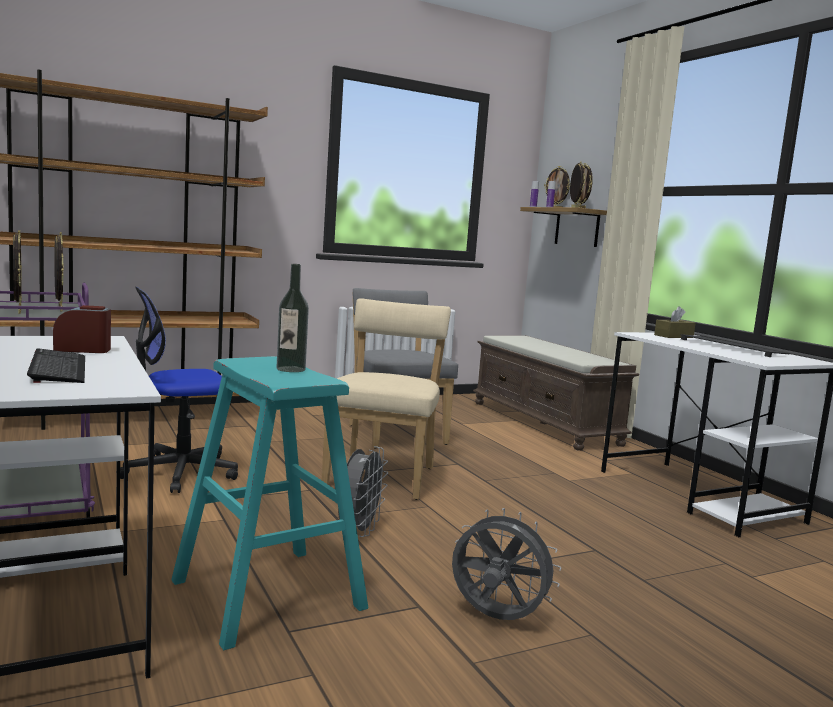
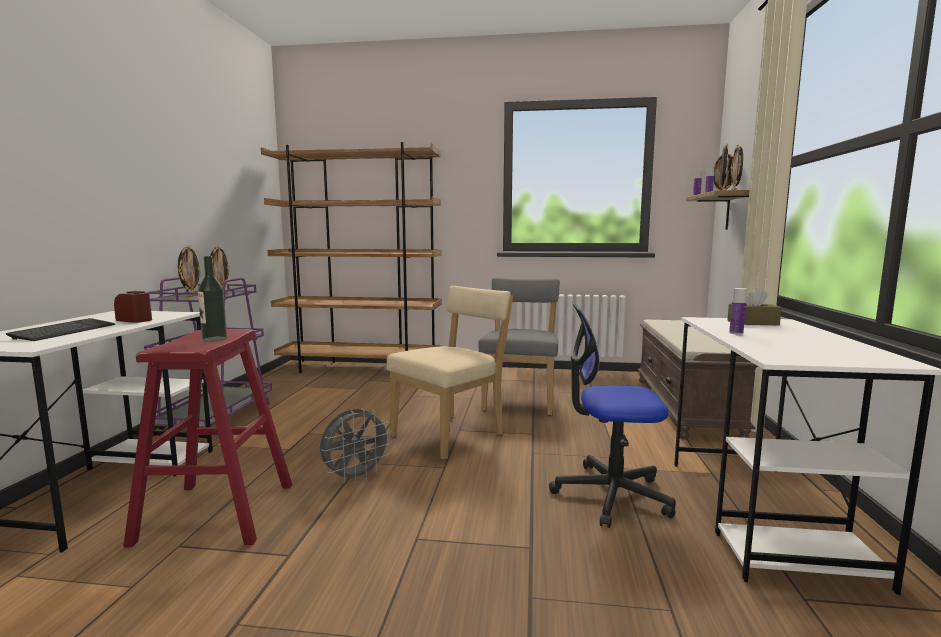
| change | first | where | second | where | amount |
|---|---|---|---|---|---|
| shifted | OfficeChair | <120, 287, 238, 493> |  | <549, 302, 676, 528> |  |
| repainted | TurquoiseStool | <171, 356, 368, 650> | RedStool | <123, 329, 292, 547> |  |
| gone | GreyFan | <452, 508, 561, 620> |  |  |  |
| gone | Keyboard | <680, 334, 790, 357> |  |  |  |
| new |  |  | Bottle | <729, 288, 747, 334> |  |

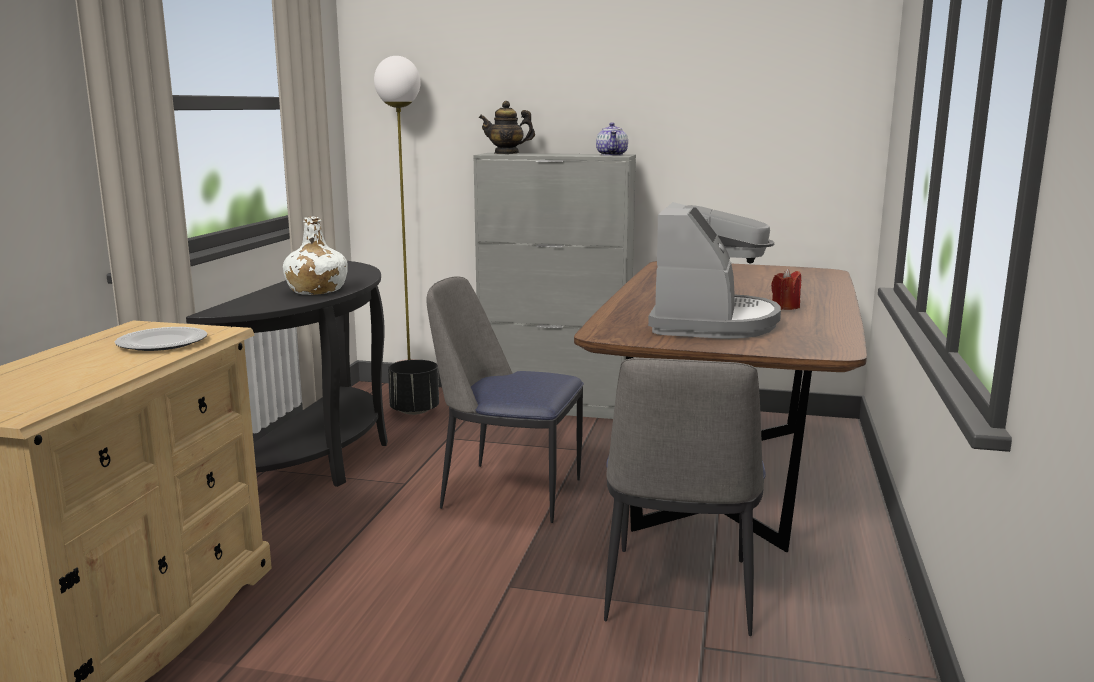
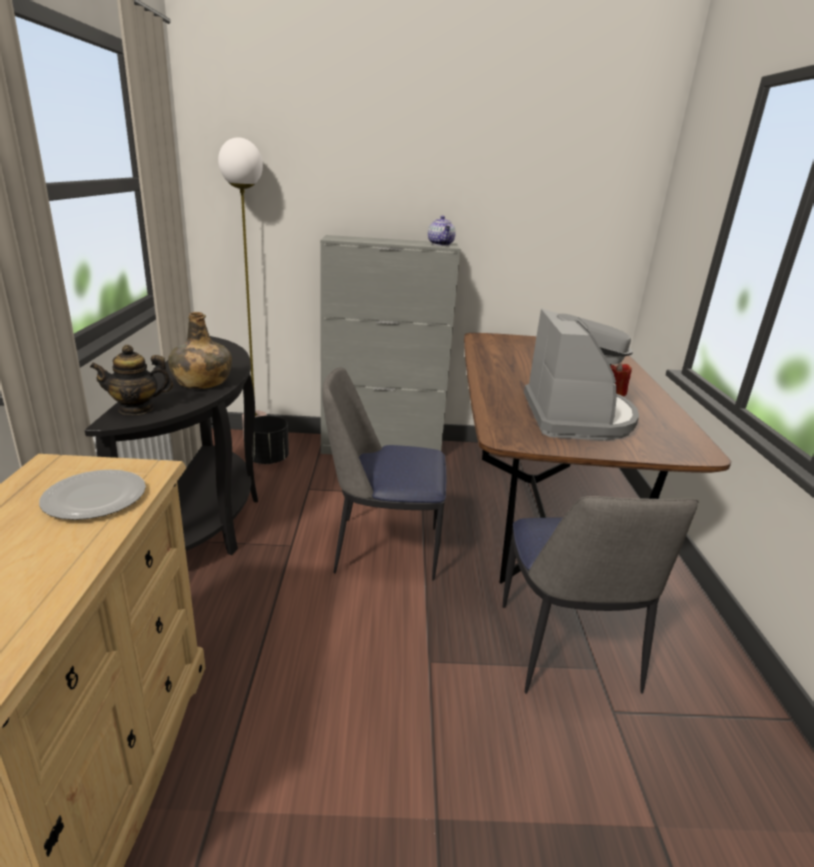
| change | first | where | second | where | amount |
|---|---|---|---|---|---|
| repainted | WhiteBottle | <283, 217, 348, 295> | GreenBottle | <168, 312, 232, 389> |  |
| shifted | Teapot | <479, 101, 535, 154> |  | <90, 345, 173, 415> |  |

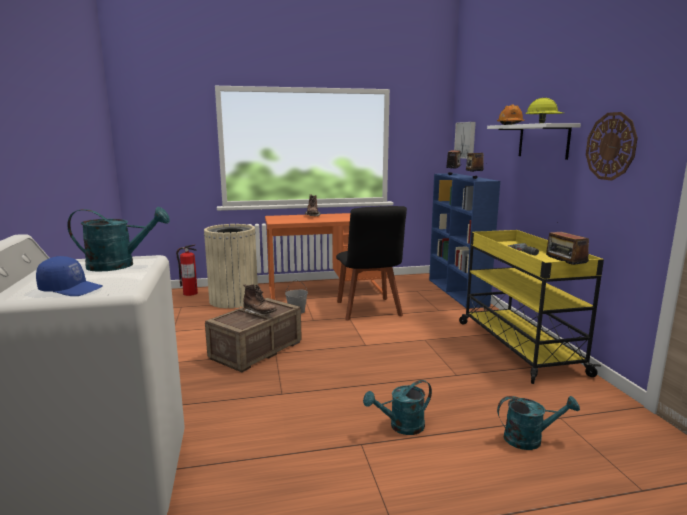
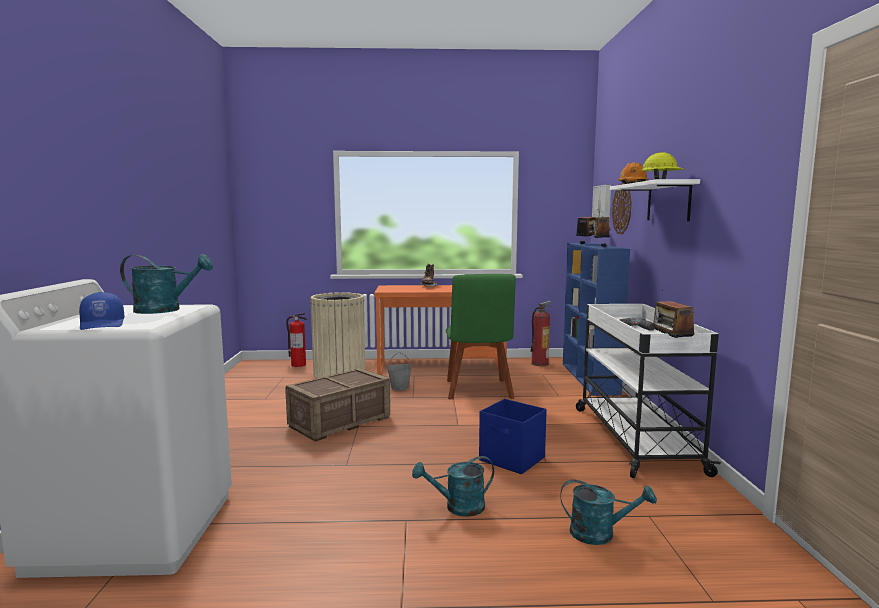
| change | first | where | second | where | amount |
|---|---|---|---|---|---|
| rotated | BlueCap | <36, 256, 103, 296> |  | <79, 292, 124, 330> | 45 degrees clockwise |
| gone | BrownBoot | <243, 284, 277, 315> |  |  |  |
| repainted | BlackChair | <336, 206, 407, 320> | GreenChair | <446, 274, 516, 400> |  |
| repainted | YellowCart | <459, 230, 604, 384> | WhiteCart | <576, 304, 721, 478> |  |
| shifted | WallClock | <586, 112, 638, 181> |  | <612, 183, 632, 234> |  |
| new |  |  | BlueStorageBox | <479, 399, 547, 474> |  |
| new |  |  | FireExtinguisher | <530, 301, 552, 366> |  |

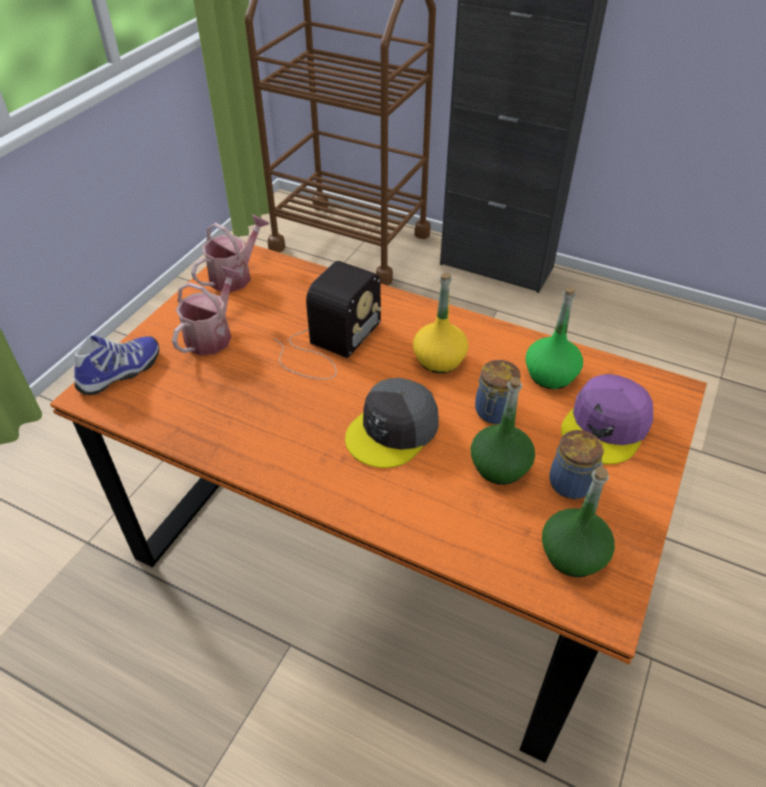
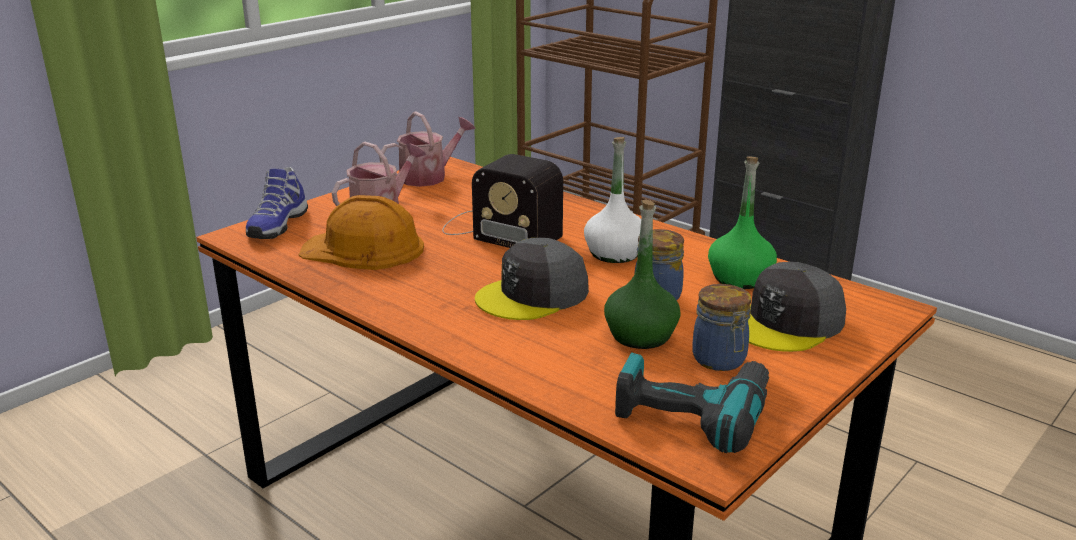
| change | first | where | second | where | amount |
|---|---|---|---|---|---|
| rotated | Shoe | <74, 335, 159, 395> |  | <246, 167, 308, 239> | 135 degrees clockwise |
| rotated | Radio | <273, 261, 381, 379> |  | <442, 154, 563, 248> | 75 degrees clockwise |
| repainted | YellowBottle | <413, 273, 468, 373> | WhiteBottle | <584, 137, 641, 263> |  |
| swapped | GreenBottle | <542, 467, 615, 577> | PowerDrill | <615, 352, 769, 453> |  |
| repainted | PurpleCap | <561, 374, 653, 464> | GreyCap | <748, 262, 846, 352> |  |
| new |  |  | OrangeHardHat | <298, 195, 424, 270> |  |

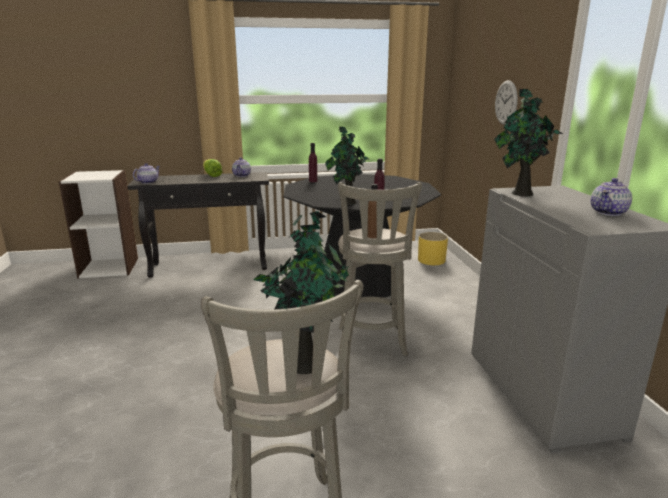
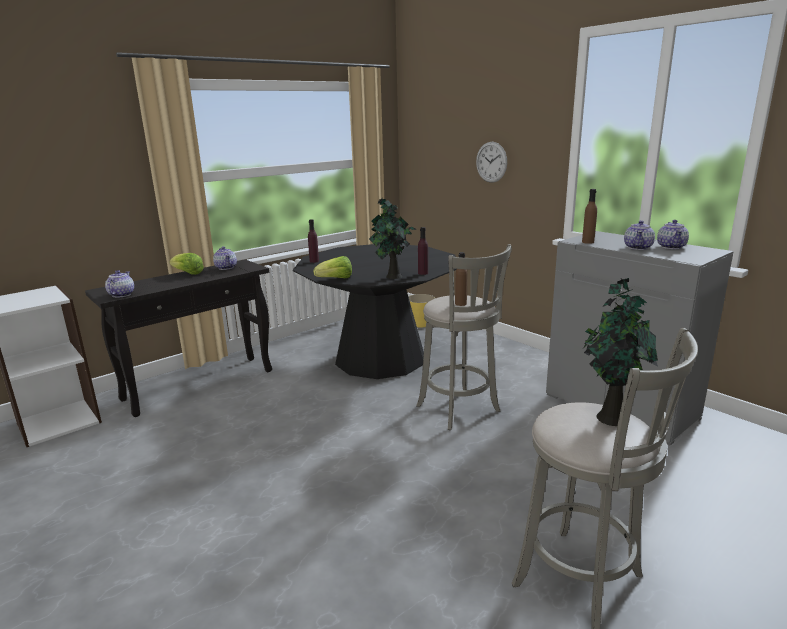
| change | first | where | second | where | amount |
|---|---|---|---|---|---|
| swapped | PottedPlant | <494, 89, 563, 196> | BrownBottle | <582, 189, 597, 244> |  |
| new |  |  | Lettuce | <313, 256, 352, 278> |  |
| new |  |  | Teapot | <624, 220, 655, 250> |  |

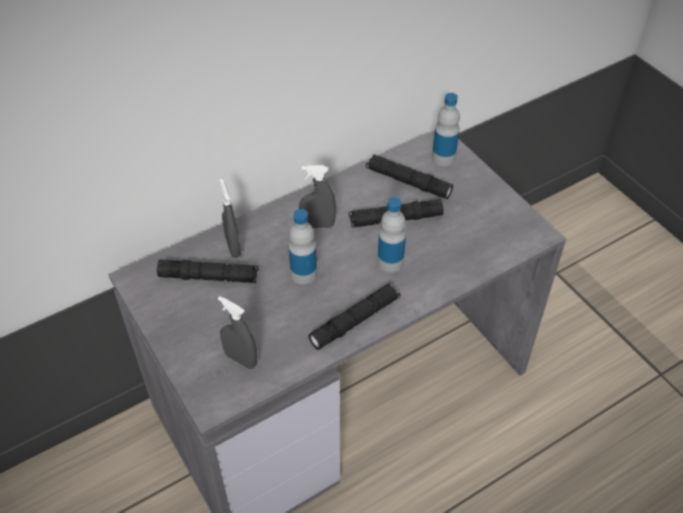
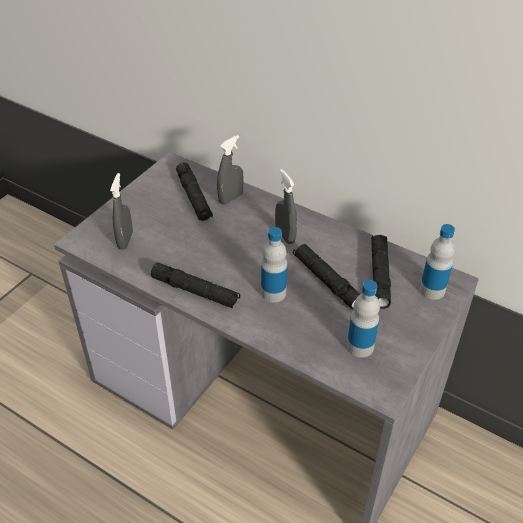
| change | first | where | second | where | amount |
|---|---|---|---|---|---|
| shifted | Bottle | <288, 209, 317, 284> |  | <347, 280, 380, 358> |  |

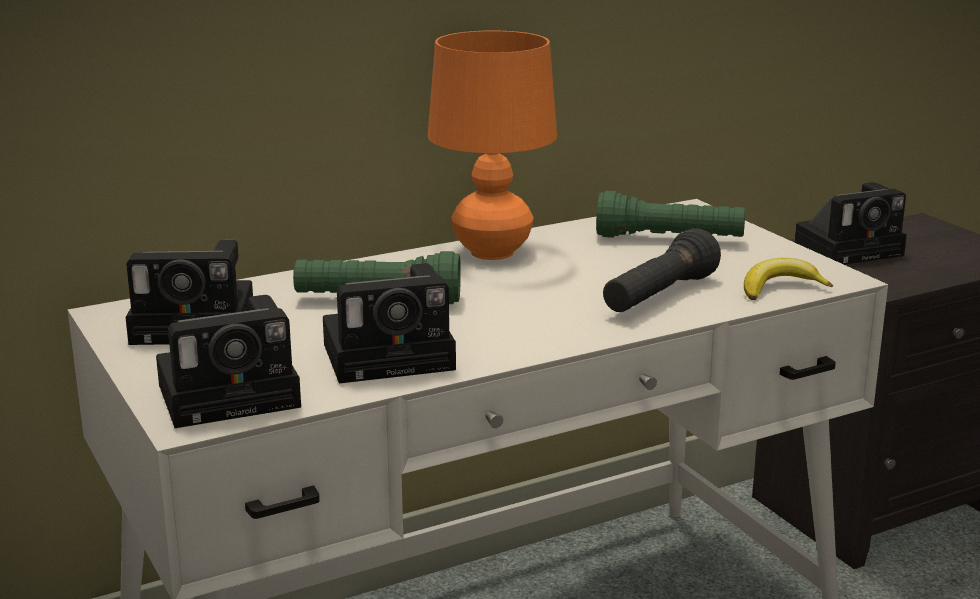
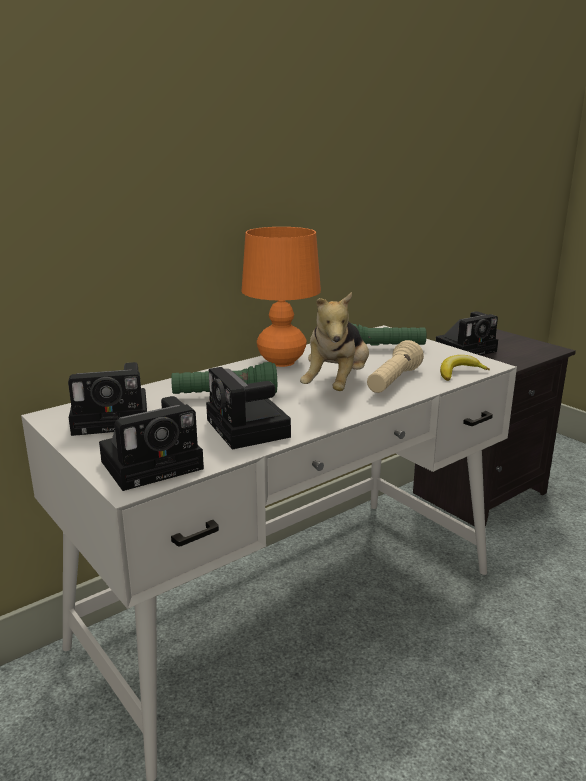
| change | first | where | second | where | amount |
|---|---|---|---|---|---|
| rotated | PhotoCamera | <323, 263, 456, 383> |  | <206, 367, 291, 450> | 90 degrees clockwise |
| repainted | BlackFlashlight | <603, 228, 721, 312> | BeigeFlashlight | <367, 340, 424, 393> |  |
| new |  |  | PlushToy | <300, 292, 369, 391> |  |

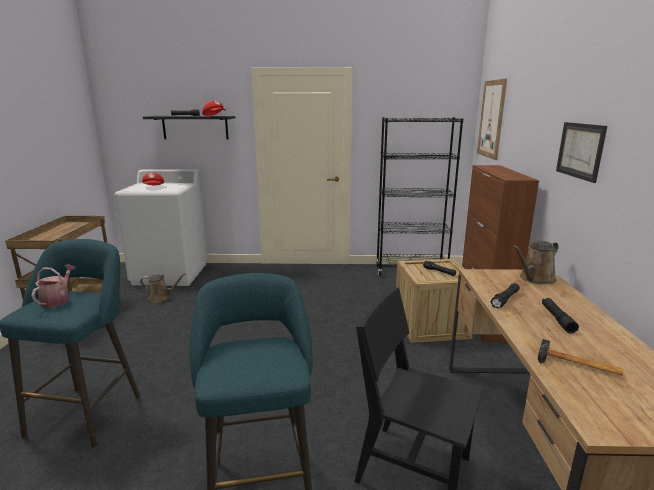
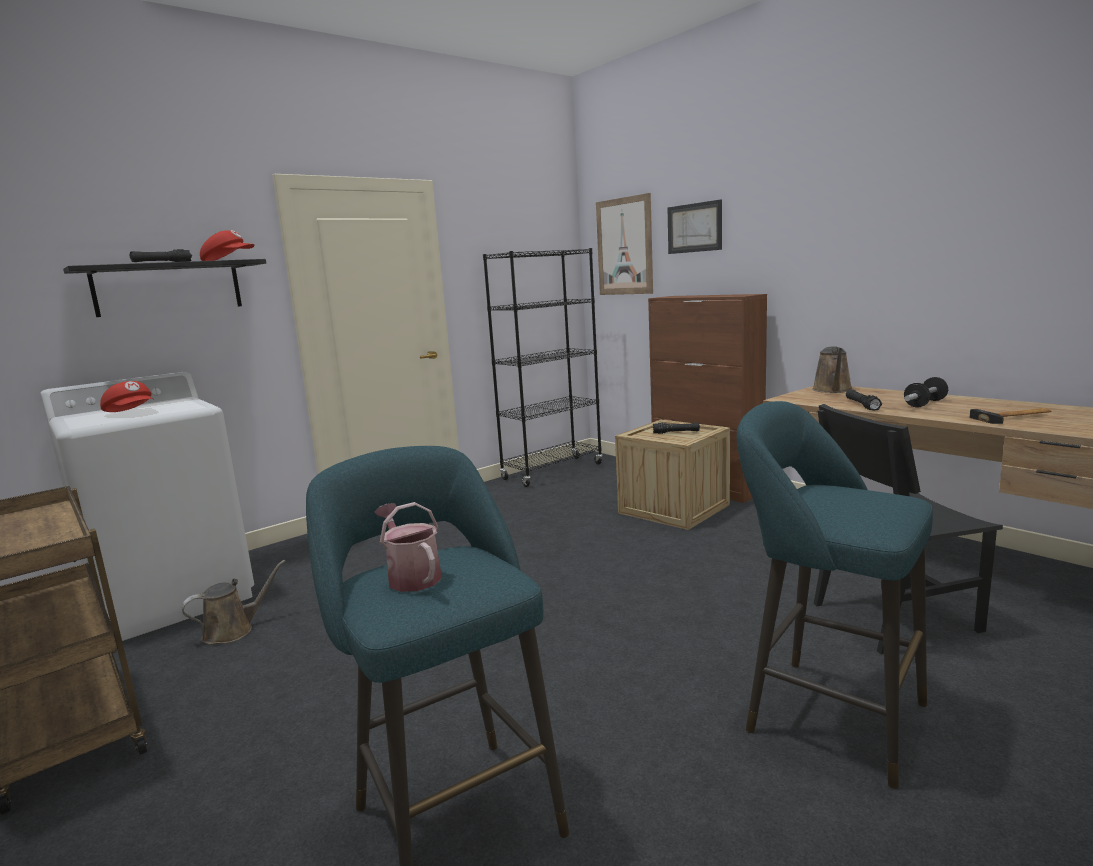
| change | first | where | second | where | amount |
|---|---|---|---|---|---|
| swapped | BlackFlashlight | <542, 298, 579, 334> | Dumbbell | <904, 377, 948, 407> |  |
| shifted | Picture | <556, 122, 607, 183> |  | <668, 199, 722, 254> |  |

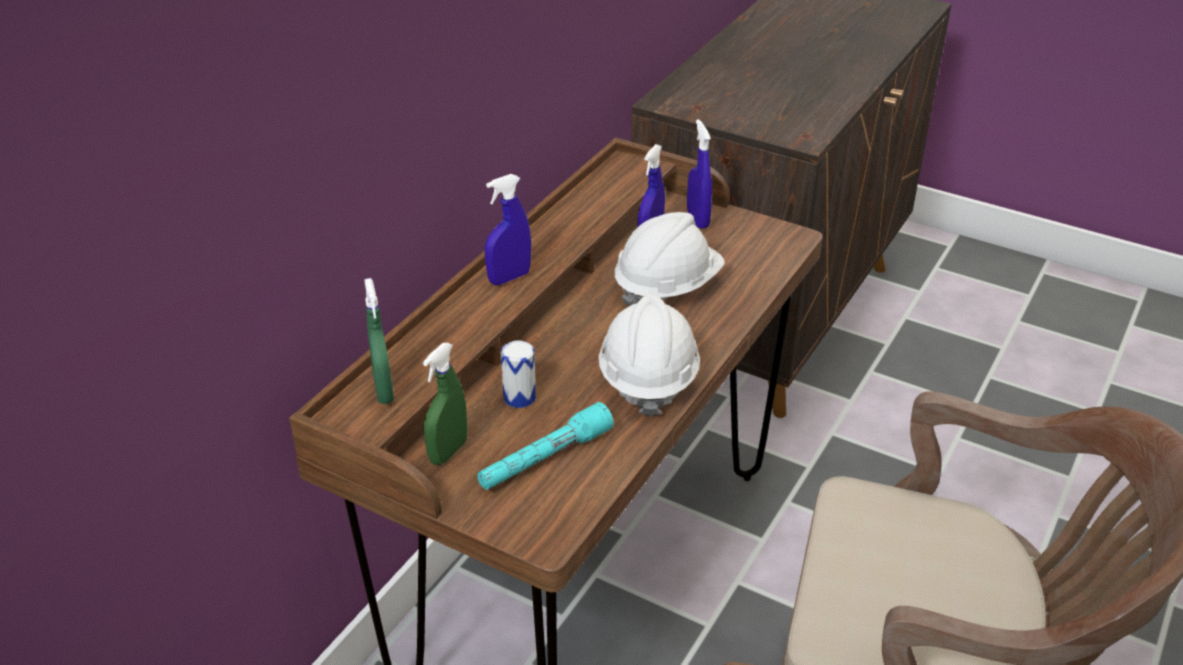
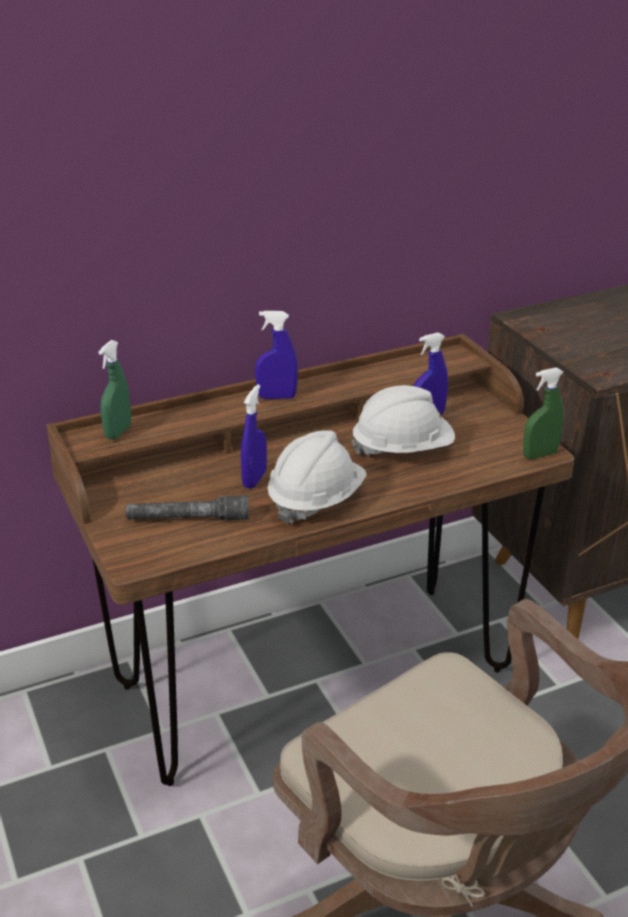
| change | first | where | second | where | amount |
|---|---|---|---|---|---|
| shifted | GreenSprayBottle | <423, 343, 468, 465> |  | <523, 367, 564, 459> |  |
| repainted | TurquoiseFlashlight | <477, 402, 614, 490> | GreyFlashlight | <125, 495, 249, 520> |  |
| gone | Can | <501, 340, 536, 408> |  |  |  |
| shifted | BlueSprayBottle | <687, 119, 712, 229> |  | <241, 384, 267, 489> |  |

